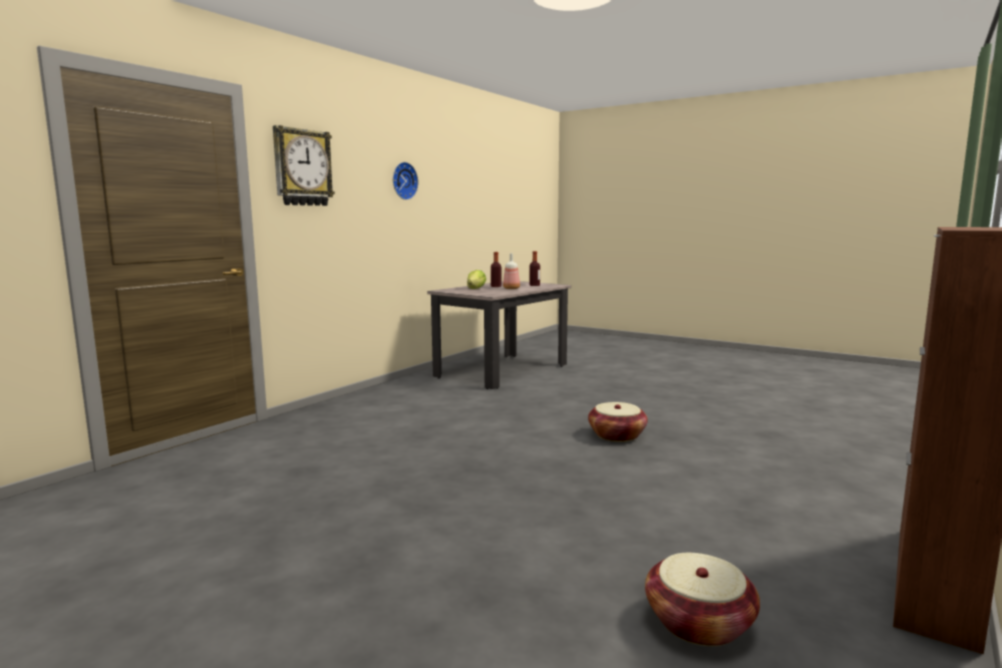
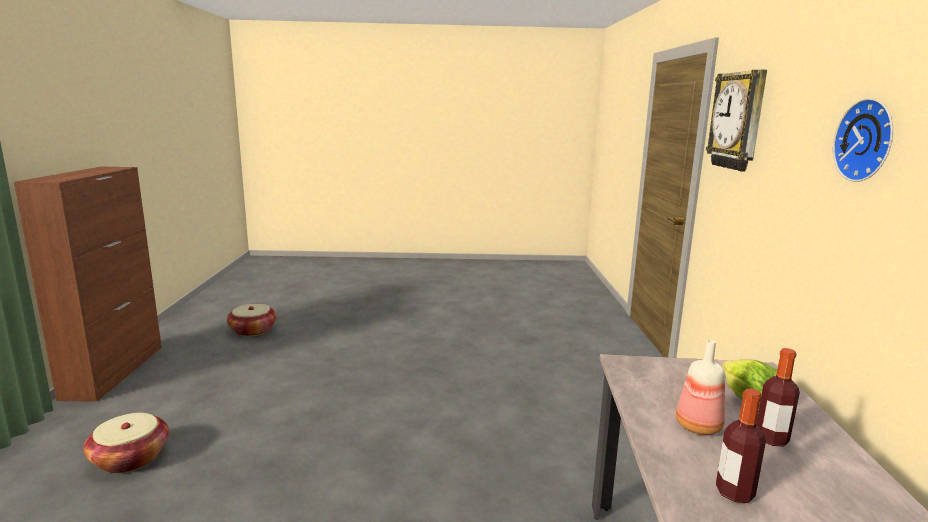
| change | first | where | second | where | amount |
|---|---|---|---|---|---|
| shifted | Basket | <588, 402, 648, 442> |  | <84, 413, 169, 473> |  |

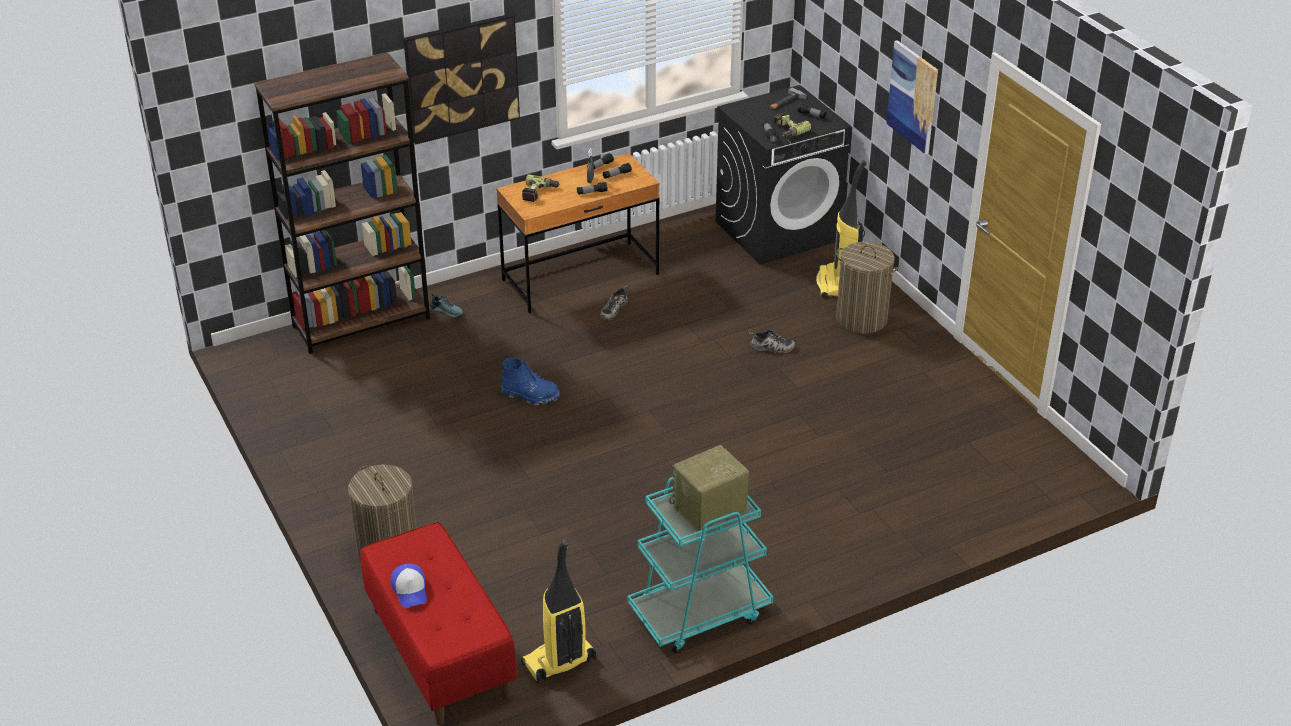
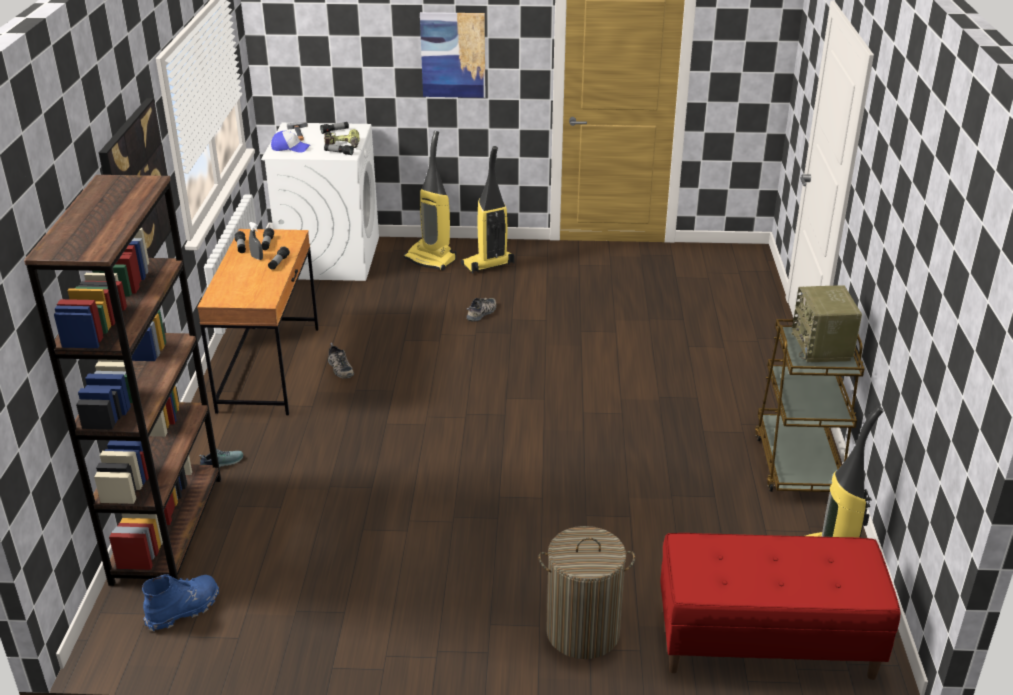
| change | first | where | second | where | amount |
|---|---|---|---|---|---|
| shifted | Cap | <391, 563, 427, 608> |  | <271, 131, 310, 153> |  |
| shifted | BlueBoot | <501, 358, 560, 405> |  | <142, 574, 219, 632> |  |
| gone | PowerDrill | <522, 174, 560, 202> |  |  |  |
| repainted | TurquoiseCart | <628, 477, 773, 653> | BrownCart | <755, 319, 865, 492> |  |
| repainted | BlackWashingMachine | <716, 85, 851, 265> | WhiteWashingMachine | <261, 123, 379, 281> |  |
| swapped | LaundryBasket | <836, 242, 898, 334> | VacuumCleaner | <461, 146, 514, 273> |  |

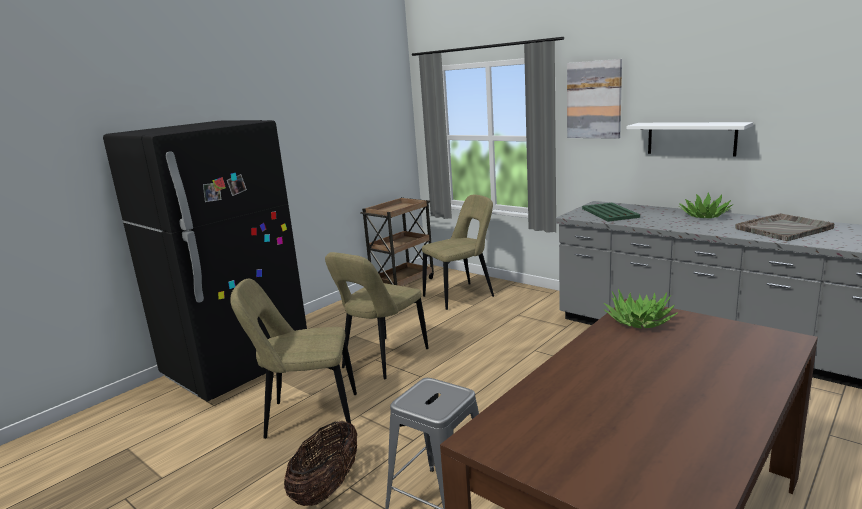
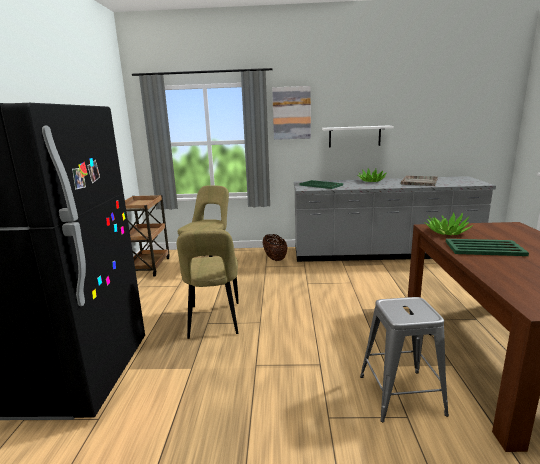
| change | first | where | second | where | amount |
|---|---|---|---|---|---|
| gone | BeigeChair | <230, 279, 357, 439> |  |  |  |
| shifted | Basket | <284, 421, 357, 506> |  | <262, 234, 288, 261> |  |
| new |  |  | GreenTray | <446, 239, 529, 256> |  |

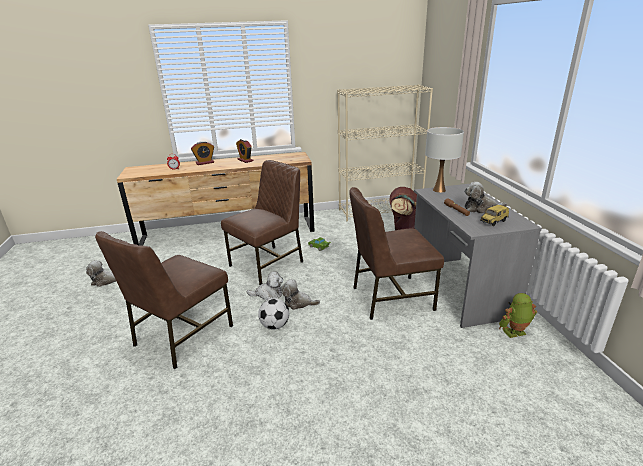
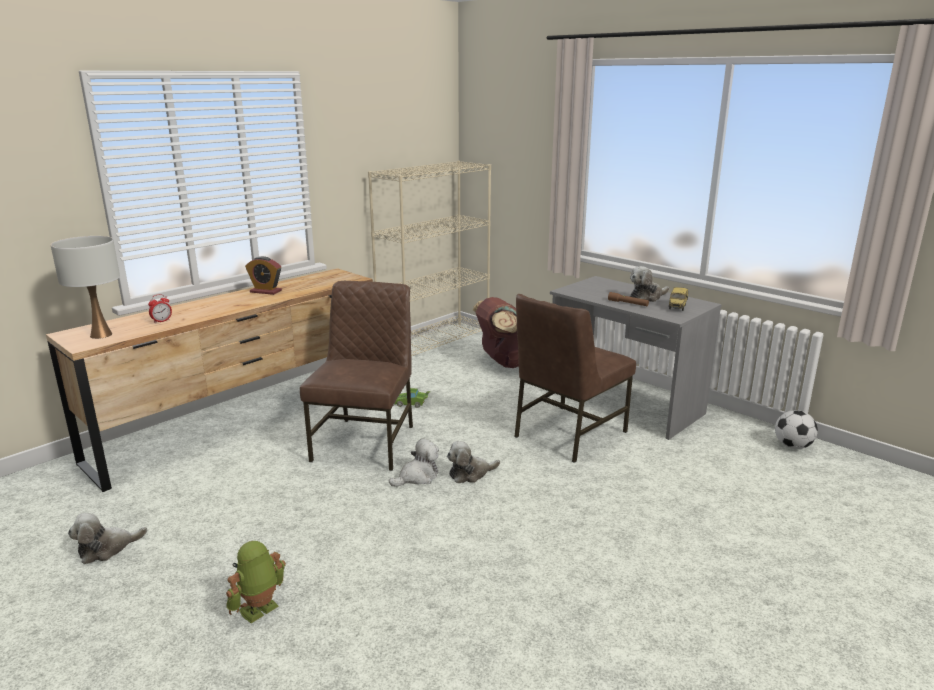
| change | first | where | second | where | amount |
|---|---|---|---|---|---|
| gone | BrownChair | <95, 231, 233, 369> |  |  |  |
| gone | AlarmClock | <191, 141, 214, 165> |  |  |  |
| shifted | Football | <258, 298, 289, 329> |  | <775, 410, 818, 449> |  |
| shifted | WhiteTableLamp | <425, 127, 464, 193> |  | <51, 236, 120, 339> |  |
| shifted | ToyRobot | <499, 293, 537, 338> |  | <226, 541, 286, 623> |  |

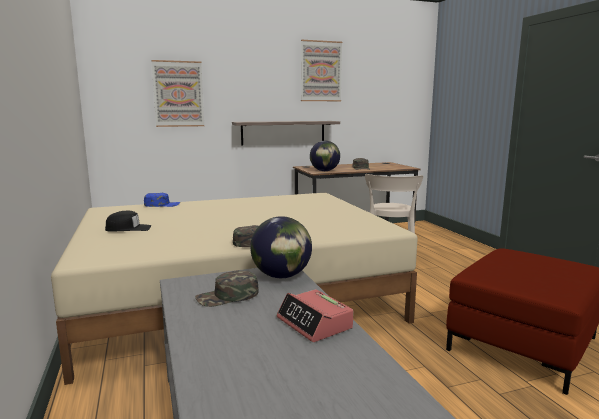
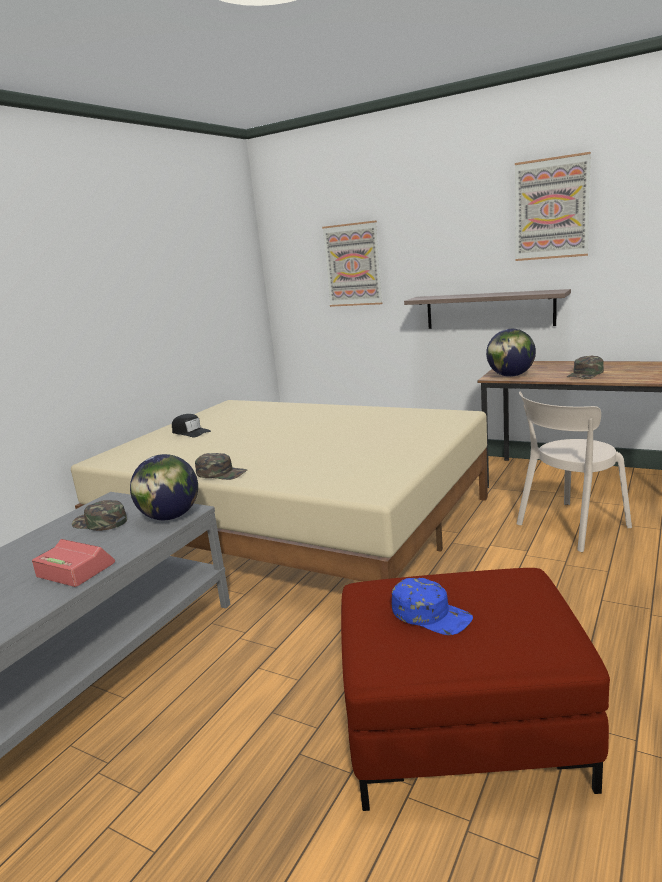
| change | first | where | second | where | amount |
|---|---|---|---|---|---|
| shifted | BlueCap | <144, 193, 180, 207> |  | <392, 578, 473, 635> |  |
| rotated | AlarmClock | <277, 289, 353, 342> |  | <32, 539, 115, 587> | 105 degrees clockwise |

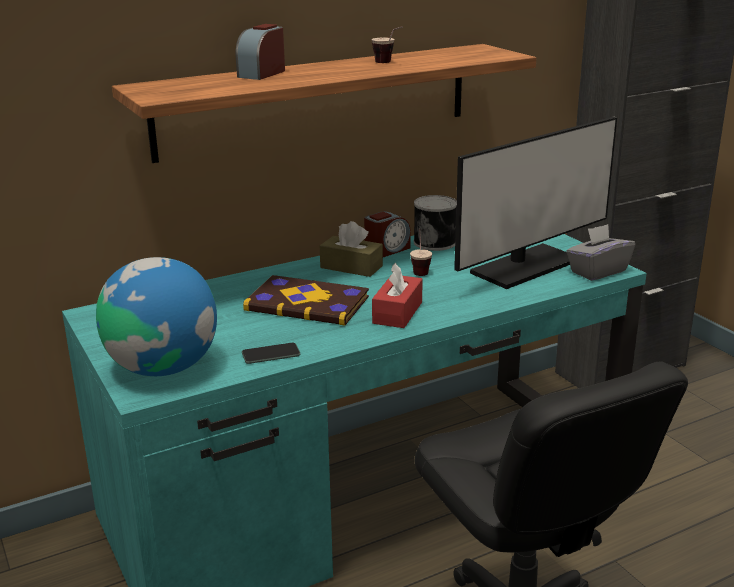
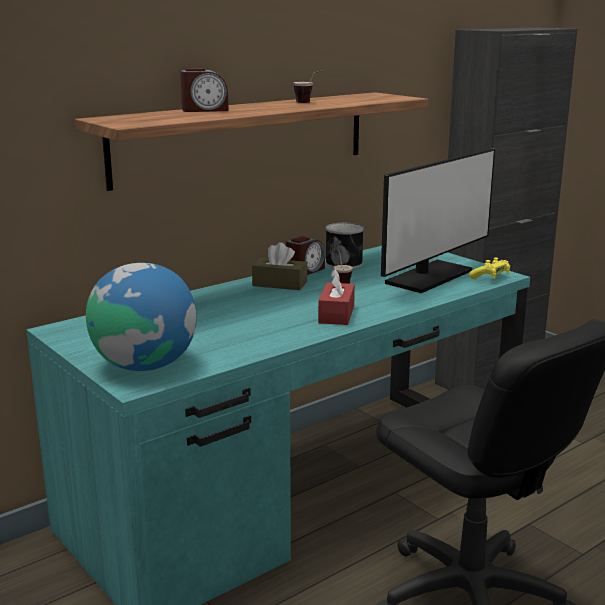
| change | first | where | second | where | amount |
|---|---|---|---|---|---|
| rotated | AlarmClock | <236, 24, 285, 80> |  | <180, 68, 229, 112> | 120 degrees counterclockwise |
| gone | Phone | <242, 343, 300, 364> |  |  |  |
| gone | Book | <243, 275, 369, 325> |  |  |  |
| swapped | GreyTissueBox | <566, 224, 635, 281> | YellowGameController | <469, 257, 510, 279> |  |

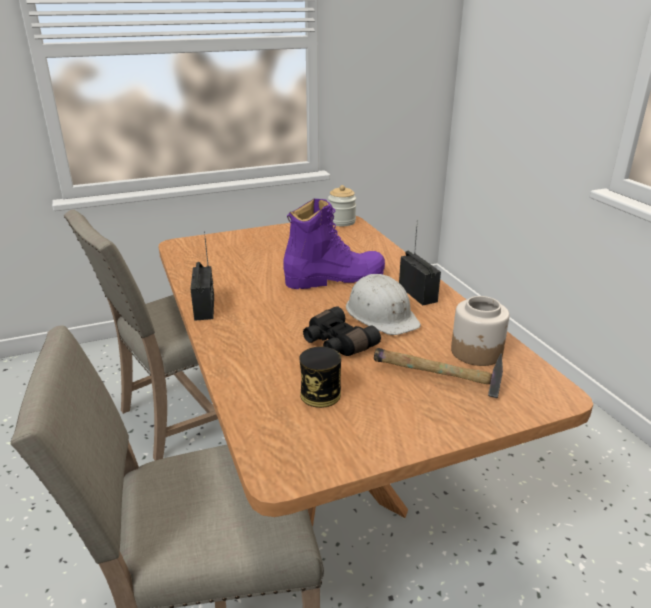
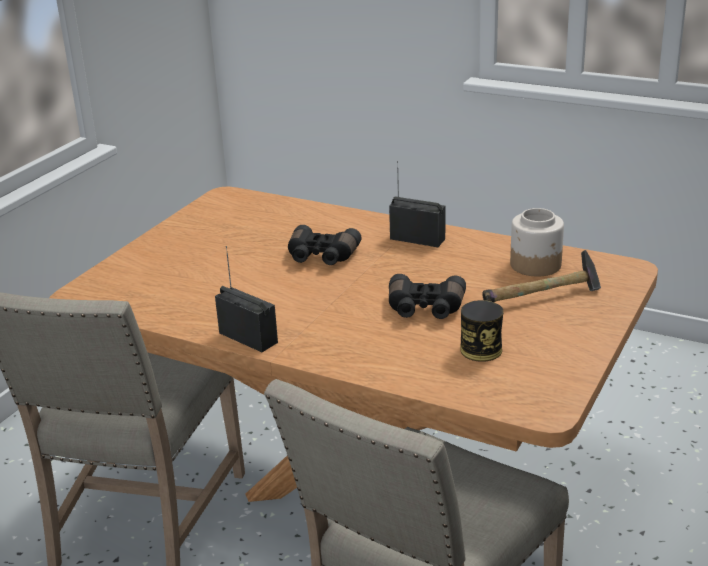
| change | first | where | second | where | amount |
|---|---|---|---|---|---|
| swapped | PurpleBoot | <283, 198, 385, 289> | BlackBinoculars | <288, 225, 362, 265> |  |
| gone | Jar | <328, 185, 356, 226> |  |  |  |
| gone | WhiteHardHat | <346, 274, 421, 335> |  |  |  |

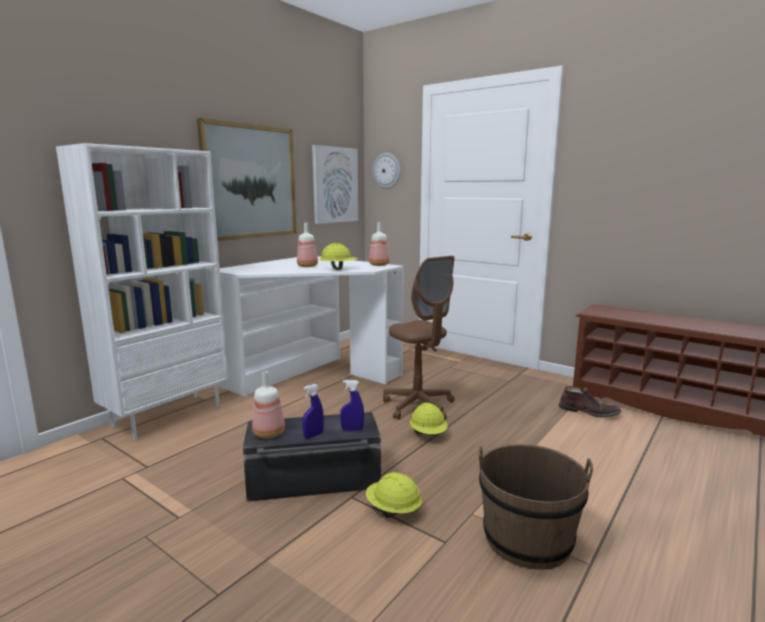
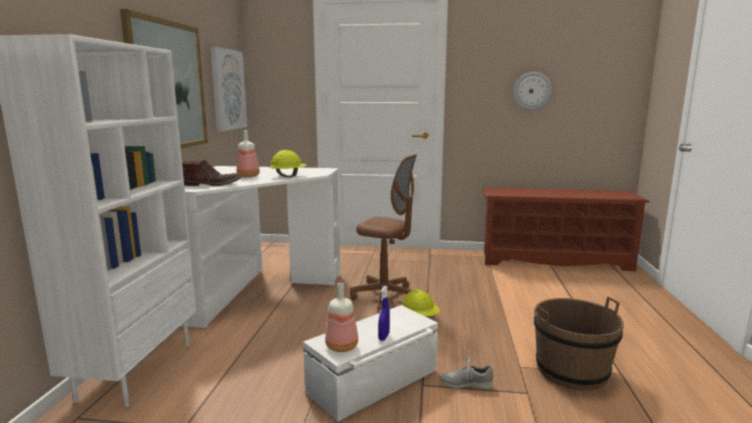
| change | first | where | second | where | amount |
|---|---|---|---|---|---|
| repainted | BlackStorageBox | <243, 412, 381, 502> | WhiteStorageBox | <303, 305, 438, 421> |  |
| gone | BlueSprayBottle | <340, 380, 364, 431> |  |  |  |
| swapped | YellowHardHat | <366, 472, 422, 518> | GreyShoe | <440, 356, 494, 390> |  |
| gone | Bottle | <369, 222, 390, 266> |  |  |  |
| shifted | WallClock | <372, 153, 401, 189> |  | <513, 72, 552, 110> |  |
| shifted | BrownBoot | <559, 386, 621, 417> |  | <182, 160, 242, 186> |  |

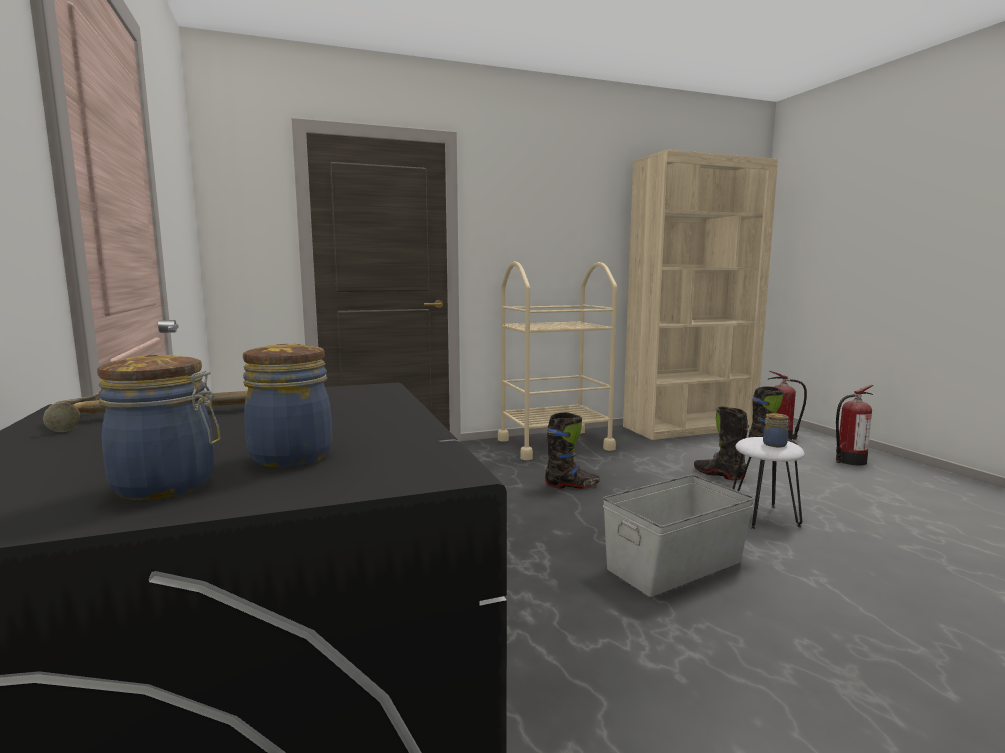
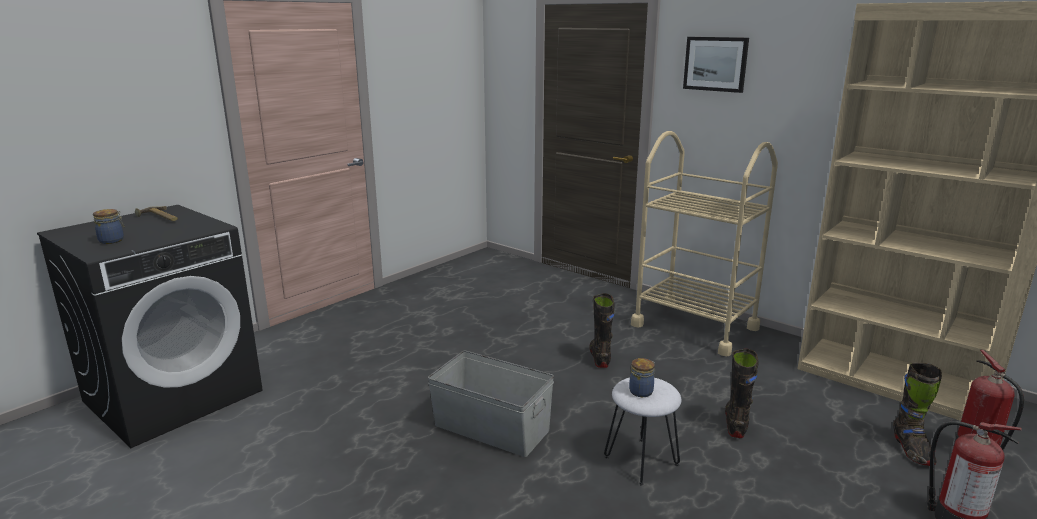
| change | first | where | second | where | amount |
|---|---|---|---|---|---|
| gone | Jar | <97, 355, 220, 500> |  |  |  |
| rotated | BlackBoot | <545, 412, 600, 489> |  | <589, 293, 614, 368> | 150 degrees counterclockwise |
| new |  |  | Picture | <683, 37, 749, 93> |  |

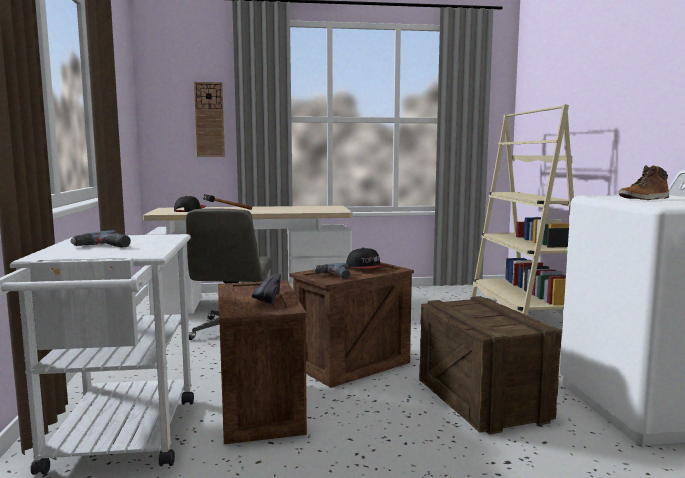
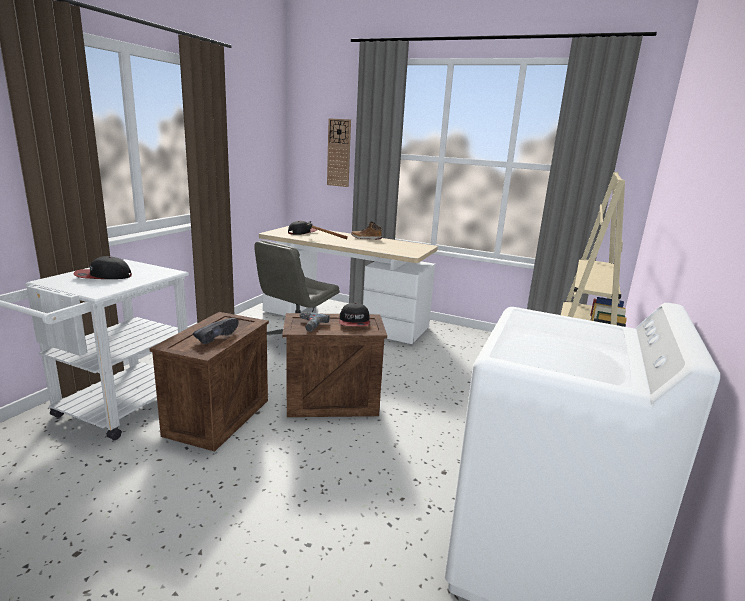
| change | first | where | second | where | amount |
|---|---|---|---|---|---|
| swapped | PowerDrill | <70, 230, 131, 247> | Cap | <73, 256, 132, 279> |  |
| gone | Crate | <419, 296, 562, 435> |  |  |  |
| shifted | Boot | <619, 165, 669, 200> |  | <351, 222, 383, 240> |  |

